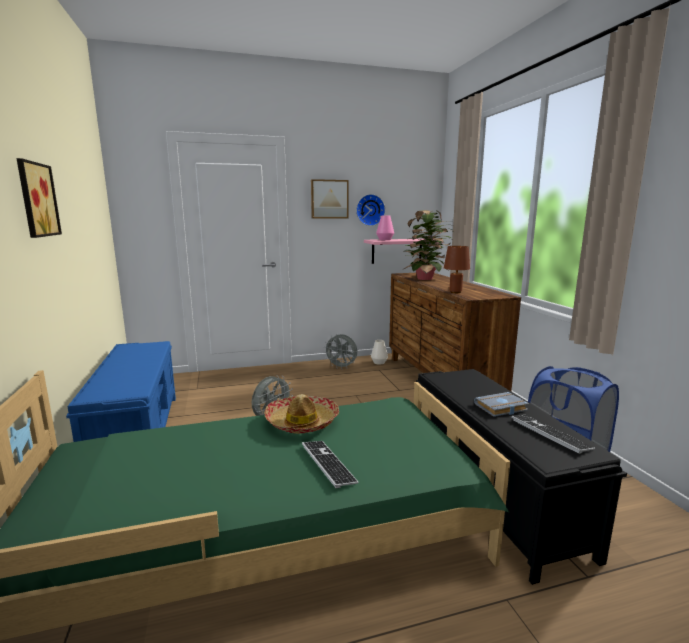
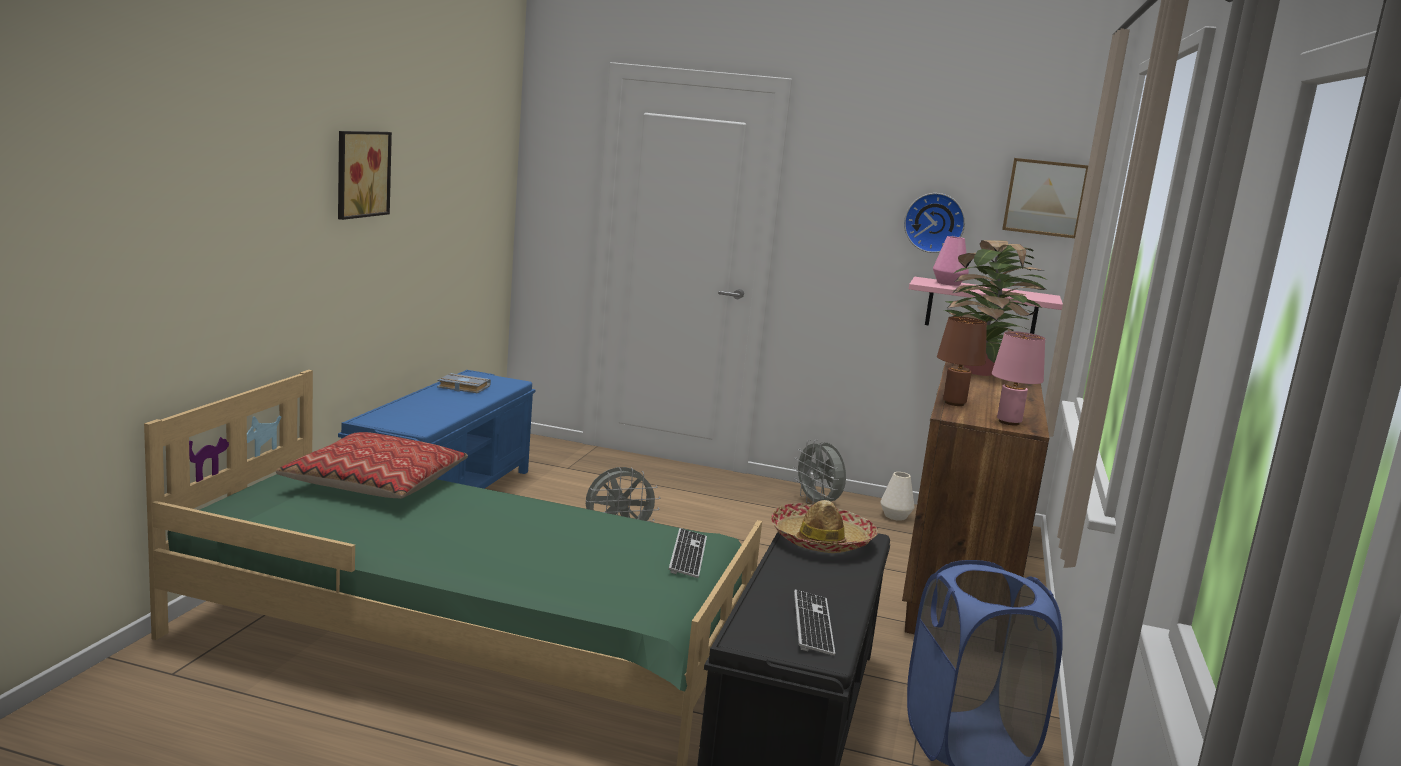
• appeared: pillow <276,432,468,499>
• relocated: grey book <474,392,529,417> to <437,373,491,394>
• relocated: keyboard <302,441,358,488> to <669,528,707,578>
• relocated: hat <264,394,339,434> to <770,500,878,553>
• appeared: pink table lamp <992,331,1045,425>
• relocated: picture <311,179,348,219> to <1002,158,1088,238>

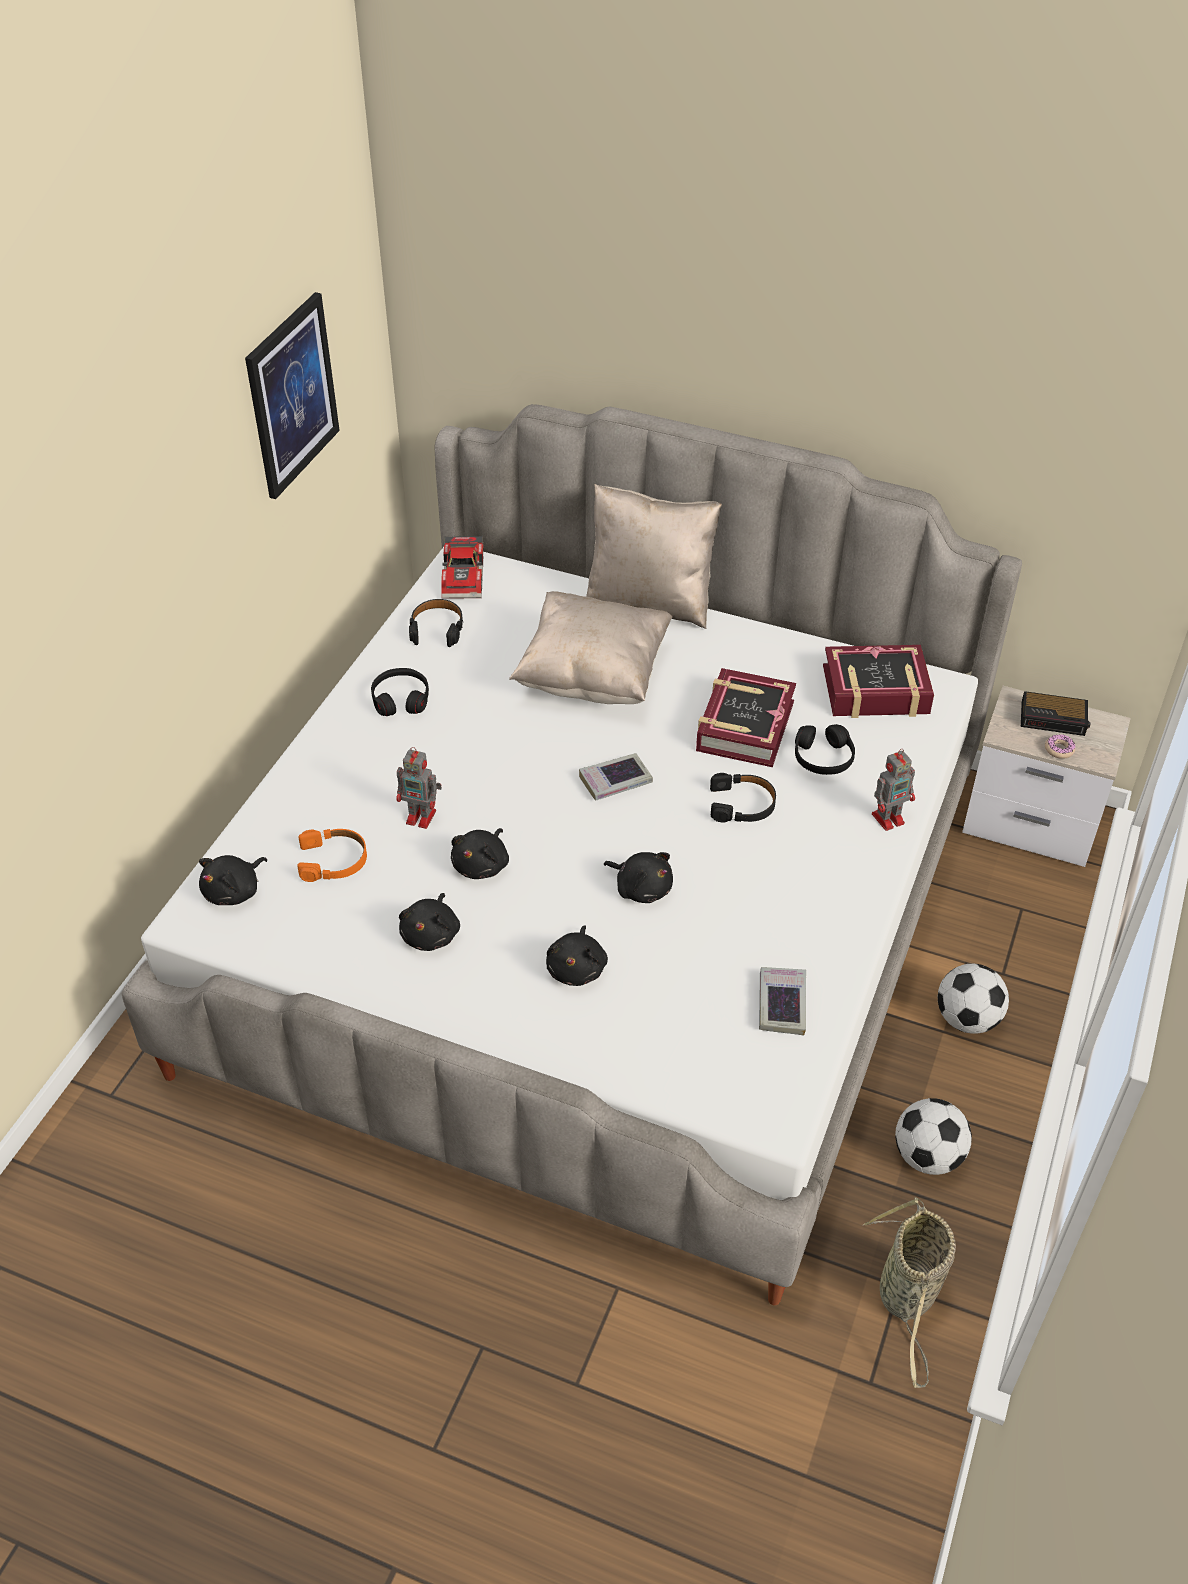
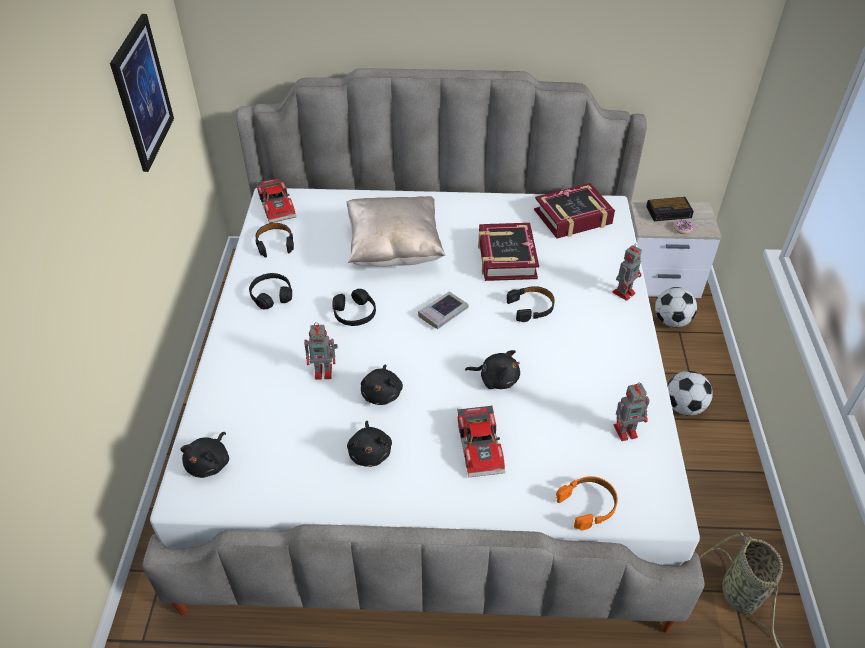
• relocated: black headphones <795,724,855,775> to <332,289,376,326>
• exchanged: black plush toy <546,925,608,986> to toy car <457,406,505,477>
• relocated: orange headphones <297,829,367,882> to <556,476,618,530>
• exchanged: book <759,967,806,1035> to toy robot <614,382,650,441>
• relocated: football <895,1098,972,1175> to <655,287,697,327>
• missing: beige pillow <586,484,722,629>

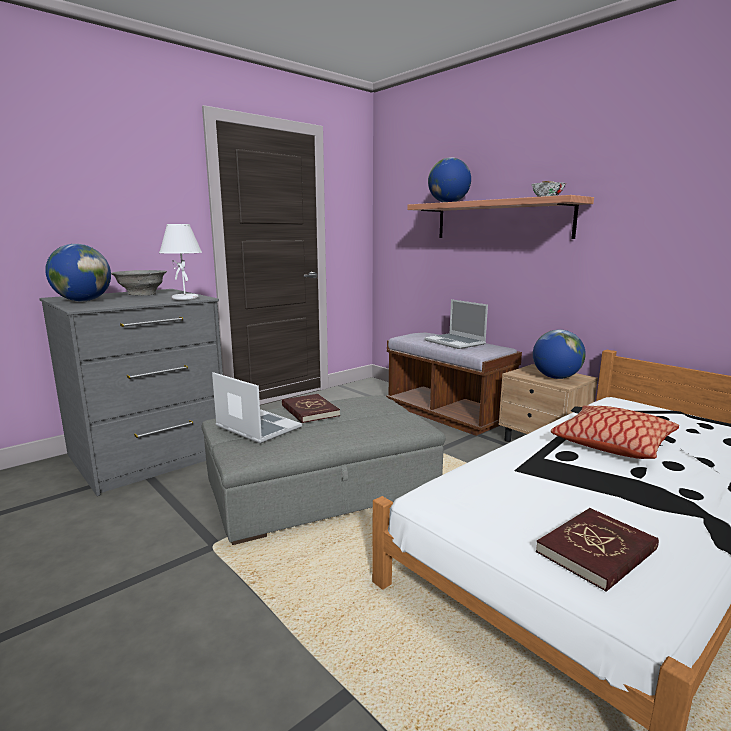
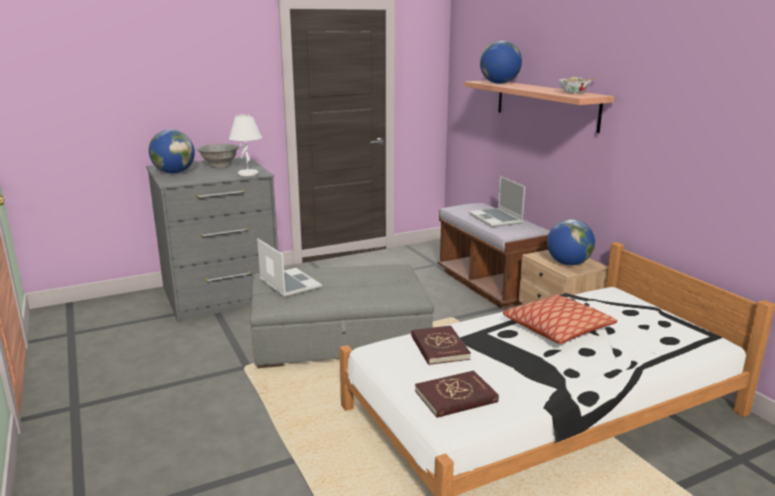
• relocated: red book <282,394,340,423> to <411,326,471,365>

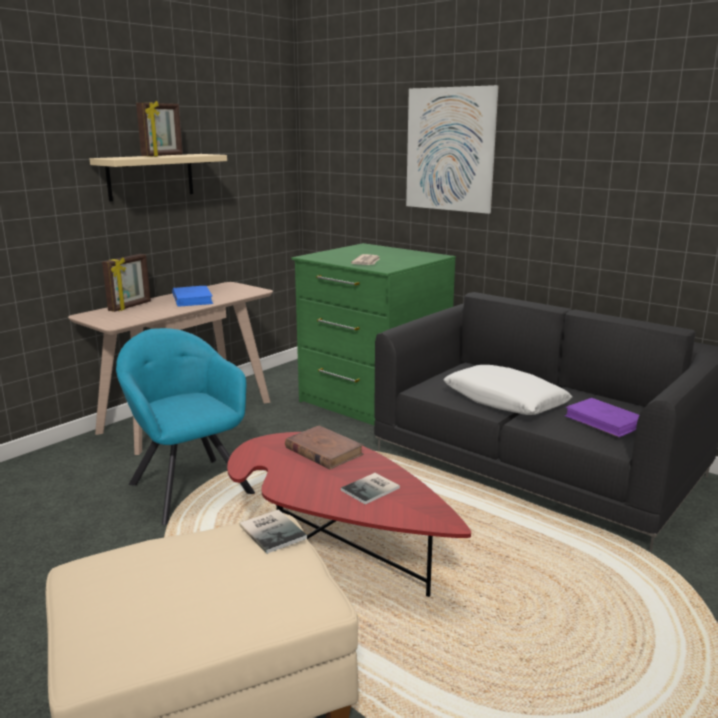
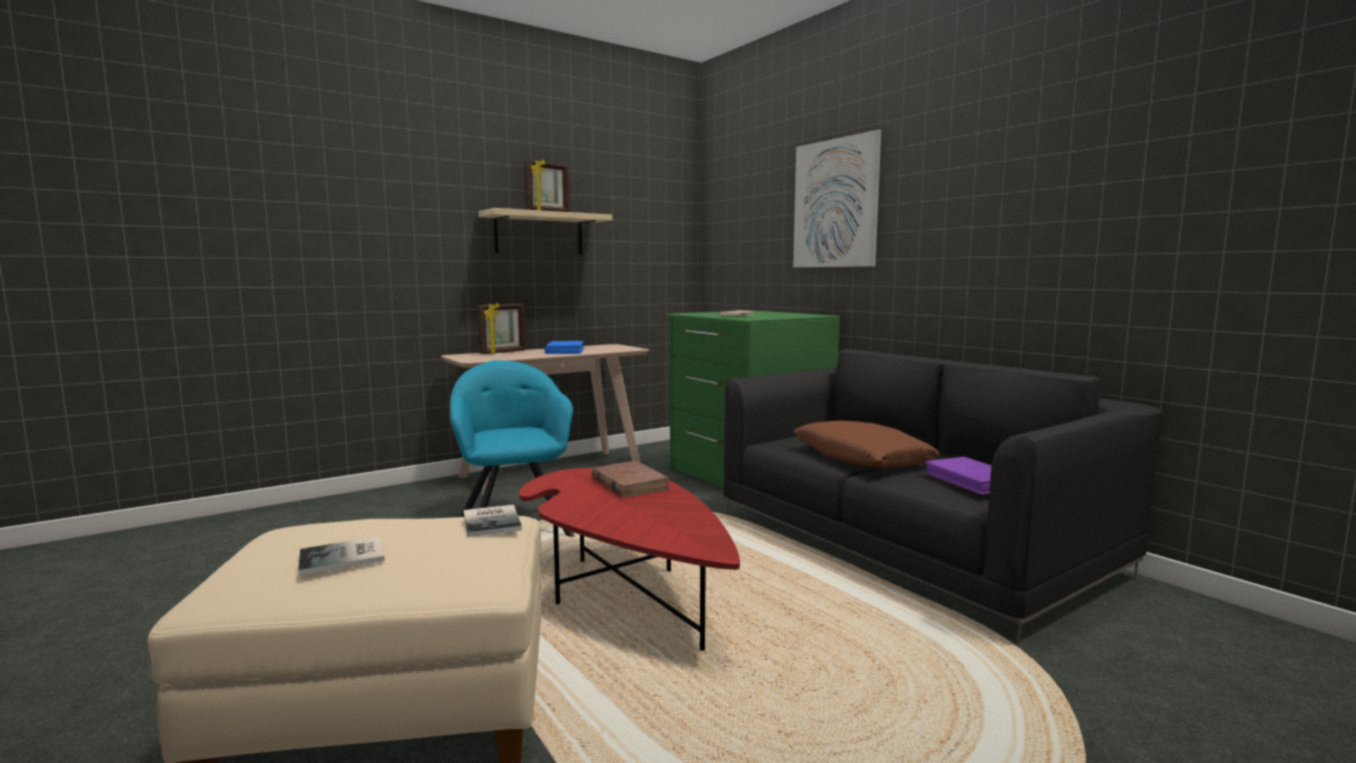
• relocated: book <341,473,400,505> to <298,536,385,576>
• colour: white pillow <444,365,572,415> to brown pillow <794,421,940,468>

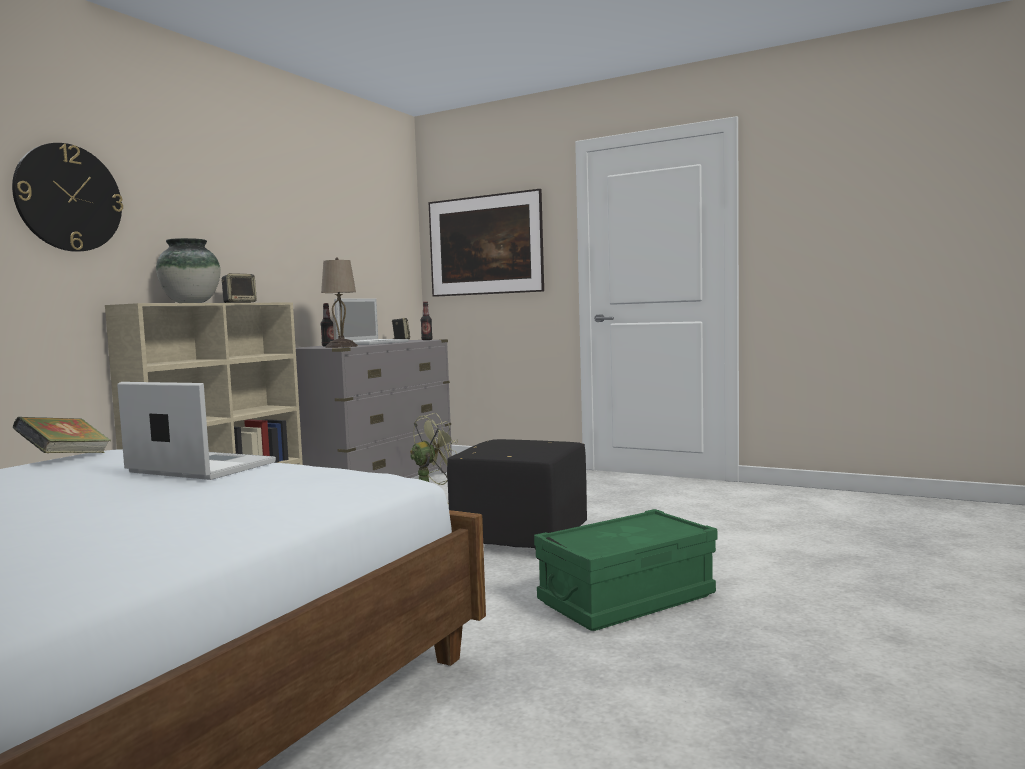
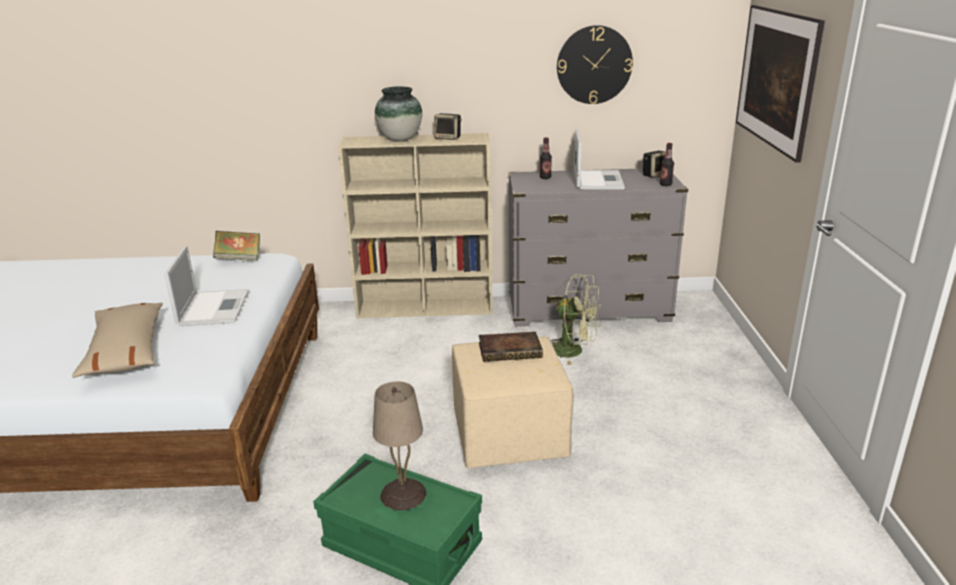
• appeared: beige pillow <72,303,163,378>
• relocated: beige table lamp <321,257,358,348> to <373,381,426,510>
• colour: black ottoman <447,439,587,550> to beige ottoman <452,337,574,469>
• appeared: book <479,332,543,362>
• relocated: wall clock <12,143,123,252> to <557,25,633,104>
• spun: laptop <334,298,409,345> = <574,129,625,190> 90 degrees counterclockwise

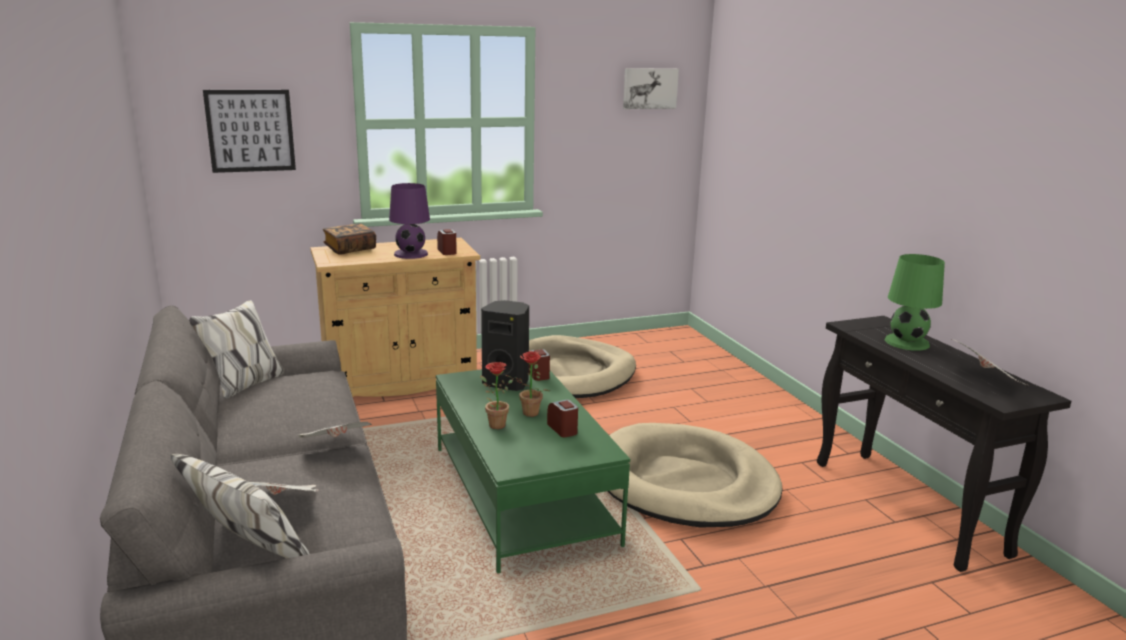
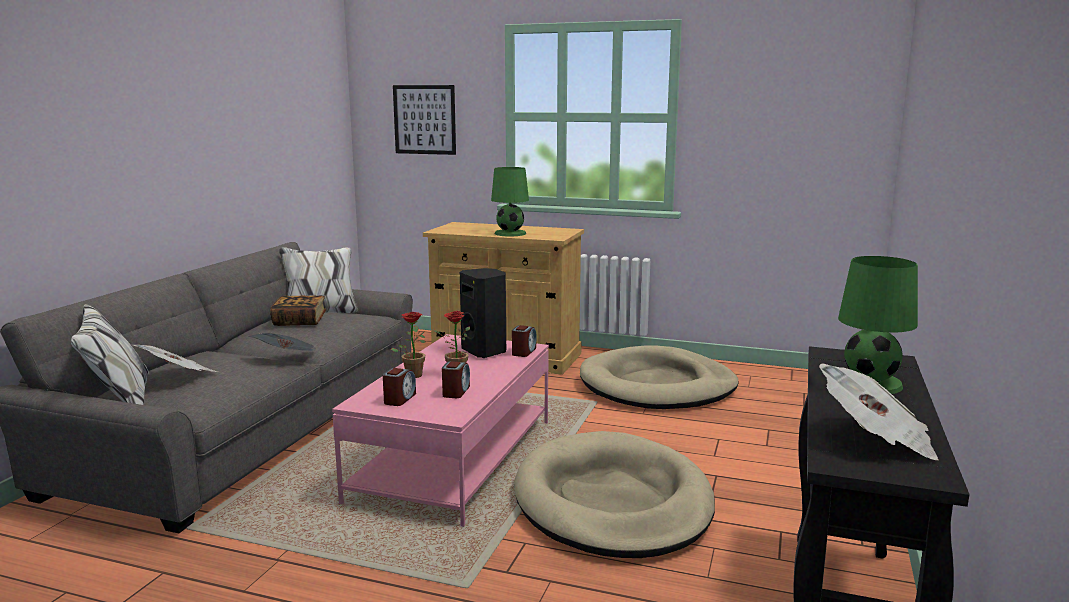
• relocated: book <323,223,376,255> to <270,296,326,326>
• colour: green coffee table <436,369,630,574> to pink coffee table <332,334,549,527>
• relocated: alarm clock <437,229,457,255> to <383,368,416,406>
• colour: purple table lamp <389,183,430,259> to green table lamp <491,167,529,236>
• missing: picture <623,68,679,109>

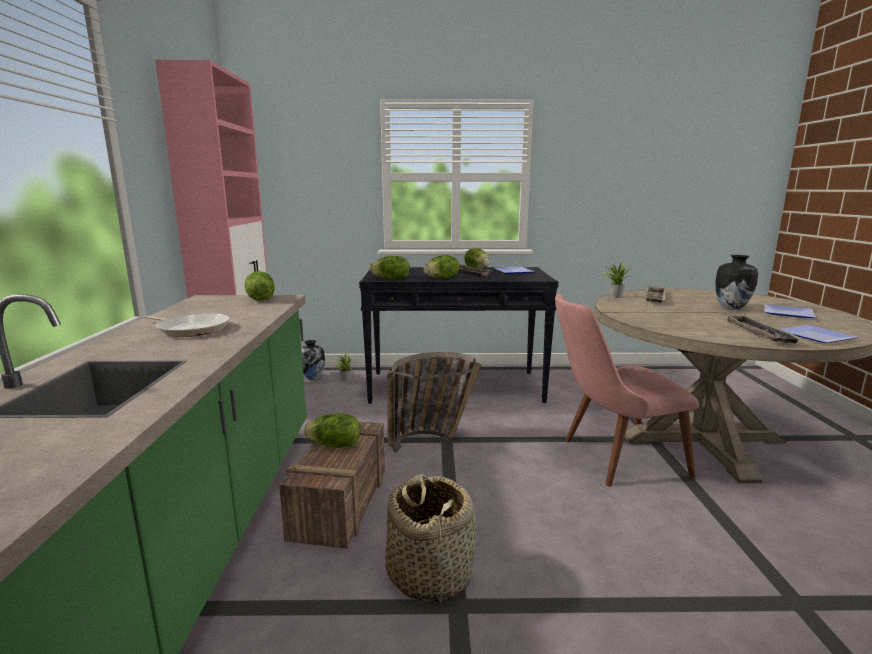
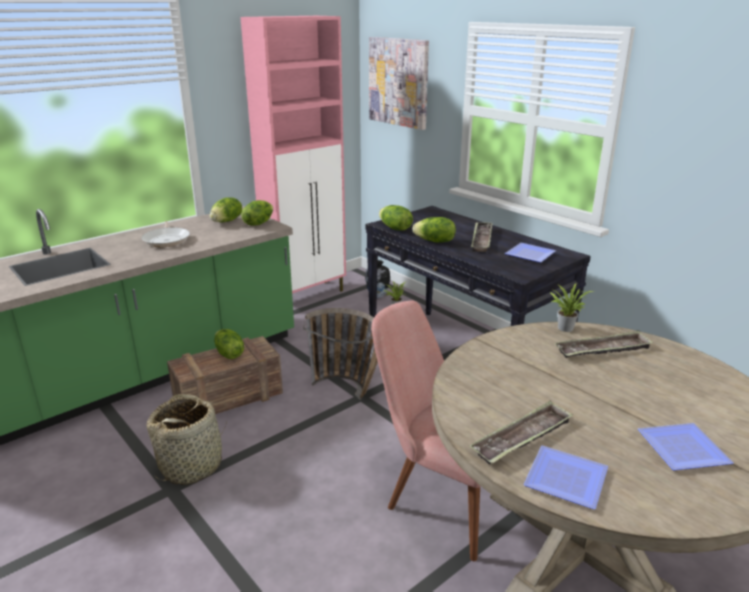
• relocated: lettuce <464,248,489,269> to <210,197,242,222>
• appeared: picture <369,37,429,130>
• missing: vase <715,255,758,310>

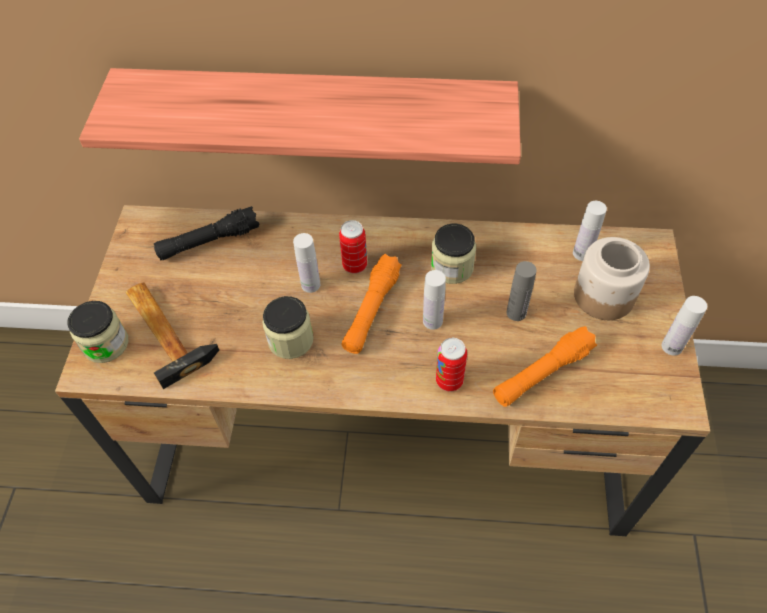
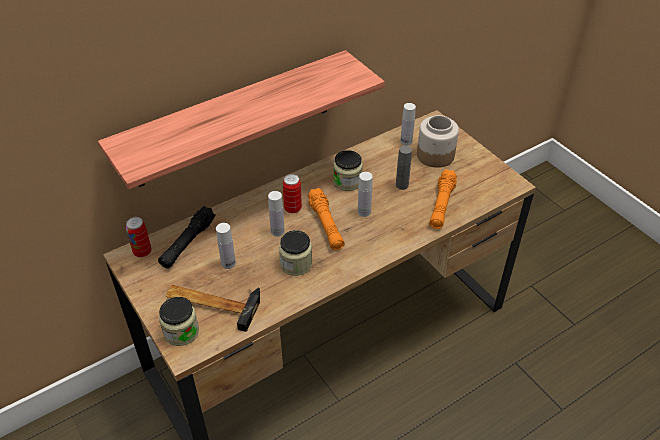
• relocated: can <436,338,467,391> to <126,217,152,257>
• relocated: white bottle <662,296,707,356> to <216,223,236,269>

